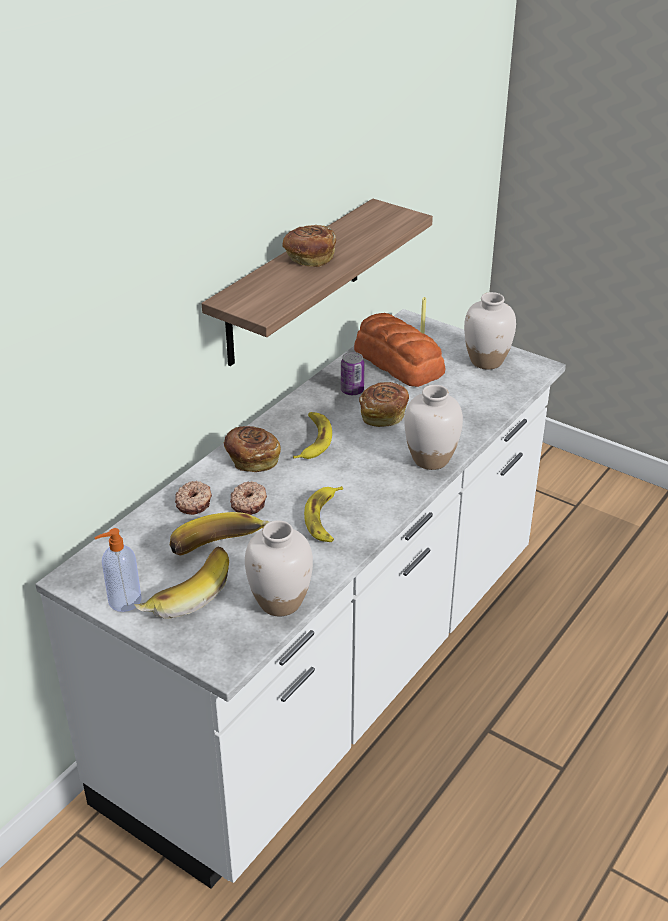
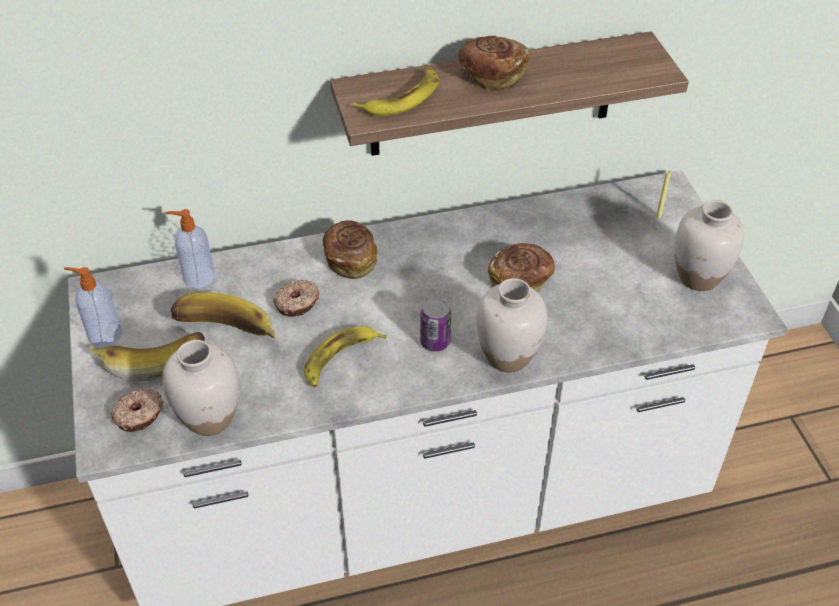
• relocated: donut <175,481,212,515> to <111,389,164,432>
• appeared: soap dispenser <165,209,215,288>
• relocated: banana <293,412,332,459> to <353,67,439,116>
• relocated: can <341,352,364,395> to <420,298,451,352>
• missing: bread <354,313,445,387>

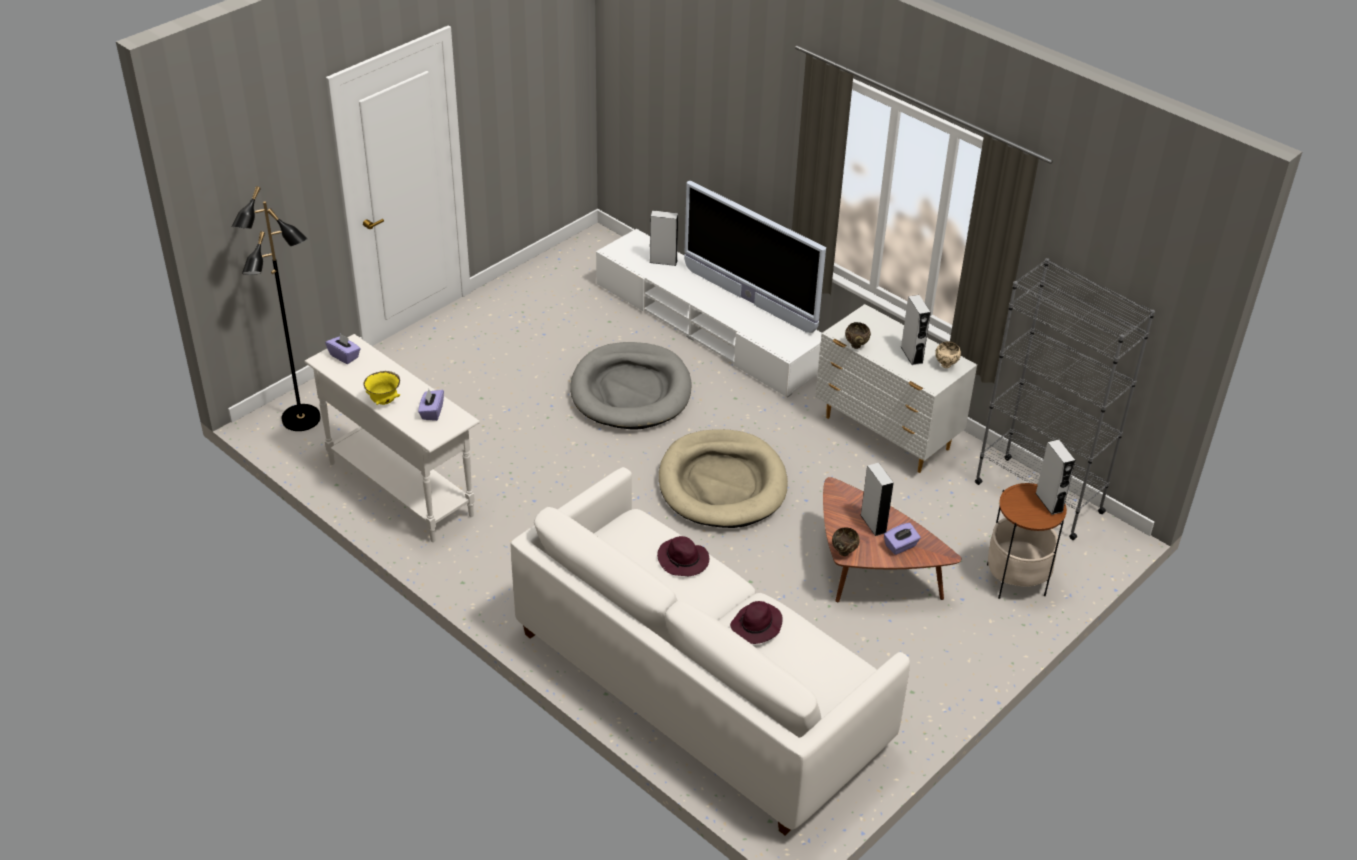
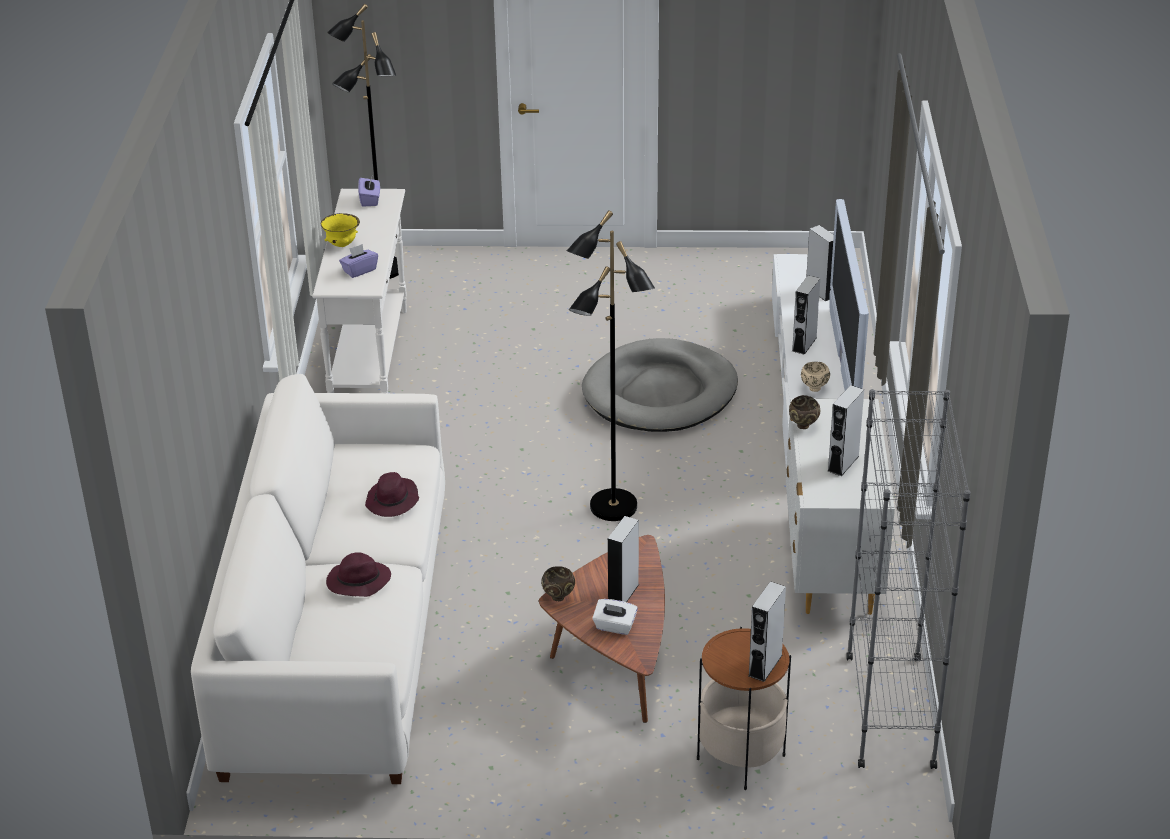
• exchanged: beige dog bed <659,429,788,528> to black floor lamp <567,210,655,521>
• colour: purple tissue box <884,523,921,555> to white tissue box <592,599,638,635>
• appeared: grey speaker <792,275,820,355>
• relocated: beige bowl <935,341,961,368> to <801,362,830,392>

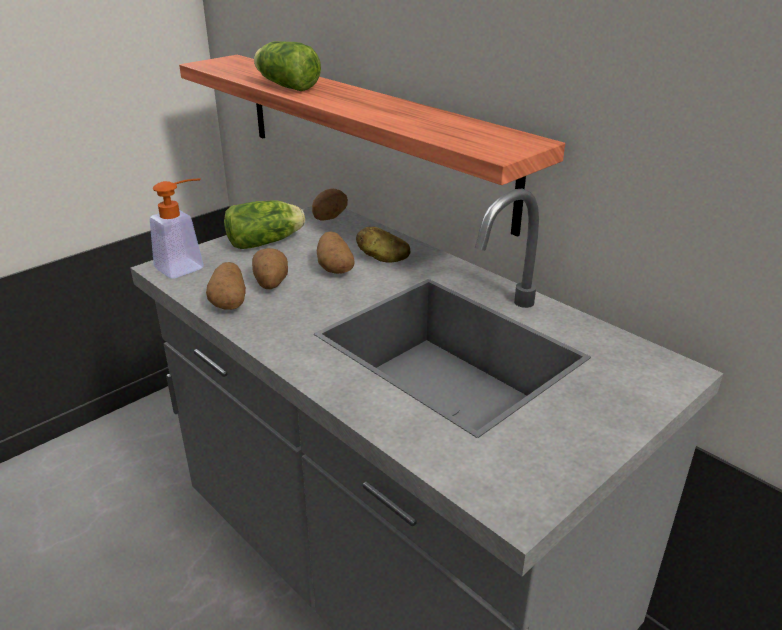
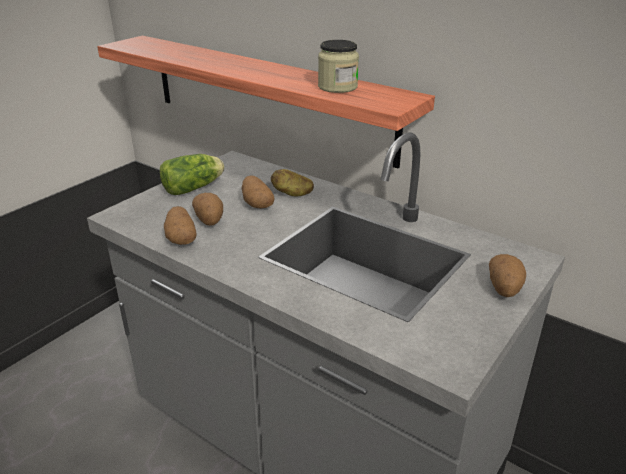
• appeared: jar <318,40,359,93>
• relocated: potato <312,189,348,221> to <489,254,526,297>
• missing: soap dispenser <150,178,204,279>
• missing: lettuce <254,41,321,91>

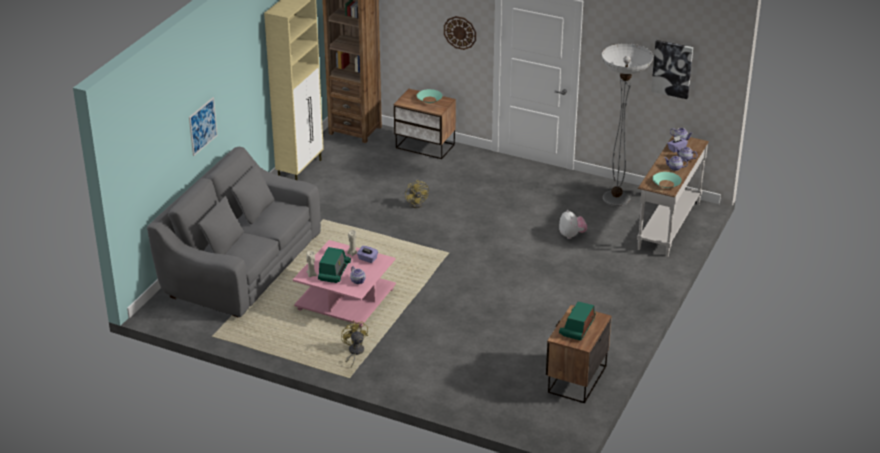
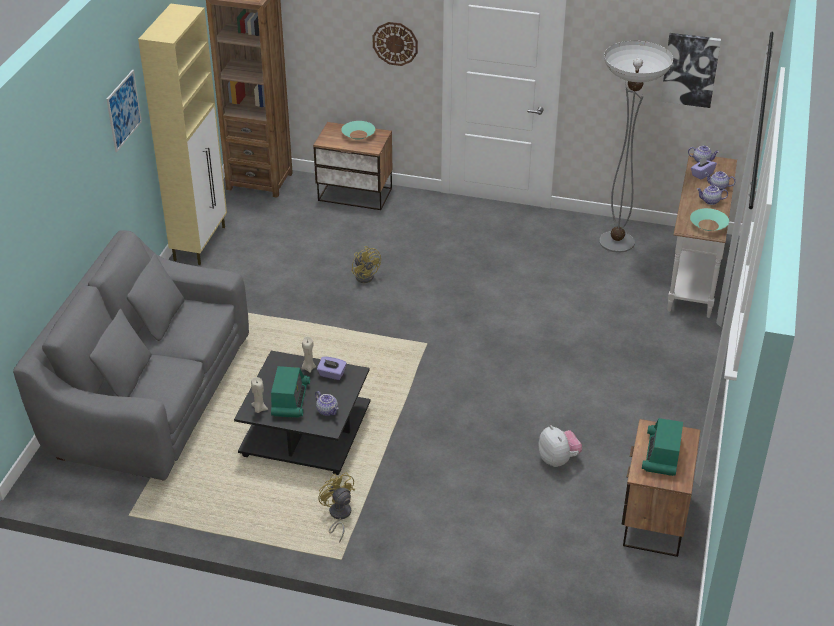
• relocated: picture <189,97,218,156> to <107,70,142,152>
• colour: pink coffee table <293,240,396,328> to black coffee table <234,351,370,475>
• relocated: plush toy <559,210,587,239> to <538,425,582,467>

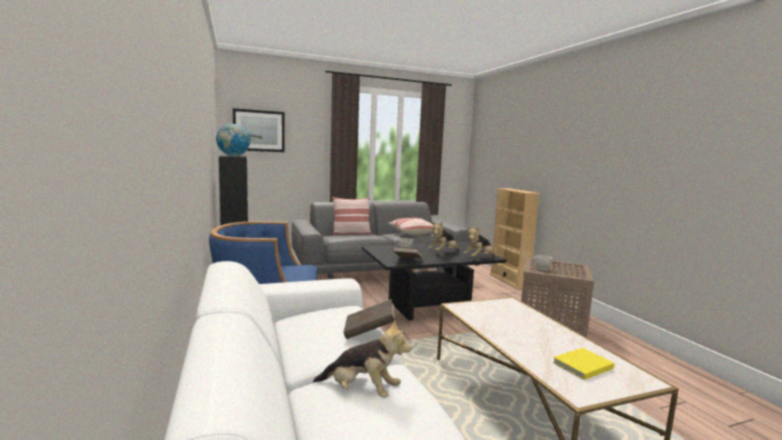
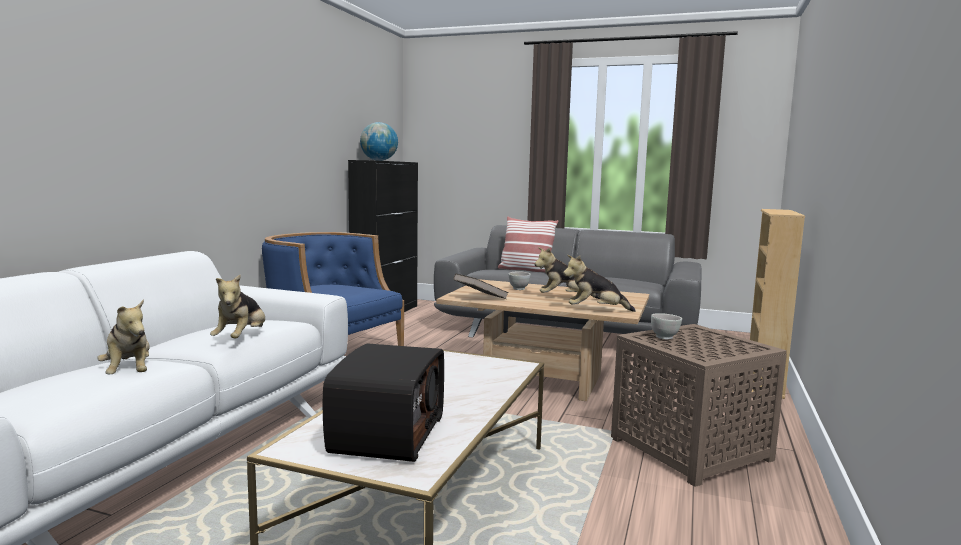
• exchanged: brown book <343,299,395,339> to plush toy <210,275,265,338>
• exchanged: yellow book <553,348,615,380> to radio <323,344,444,462>
• colour: black coffee table <362,242,506,320> to beige coffee table <436,279,649,401>
• missing: picture <233,108,285,152>
• missing: pillow <388,218,433,235>

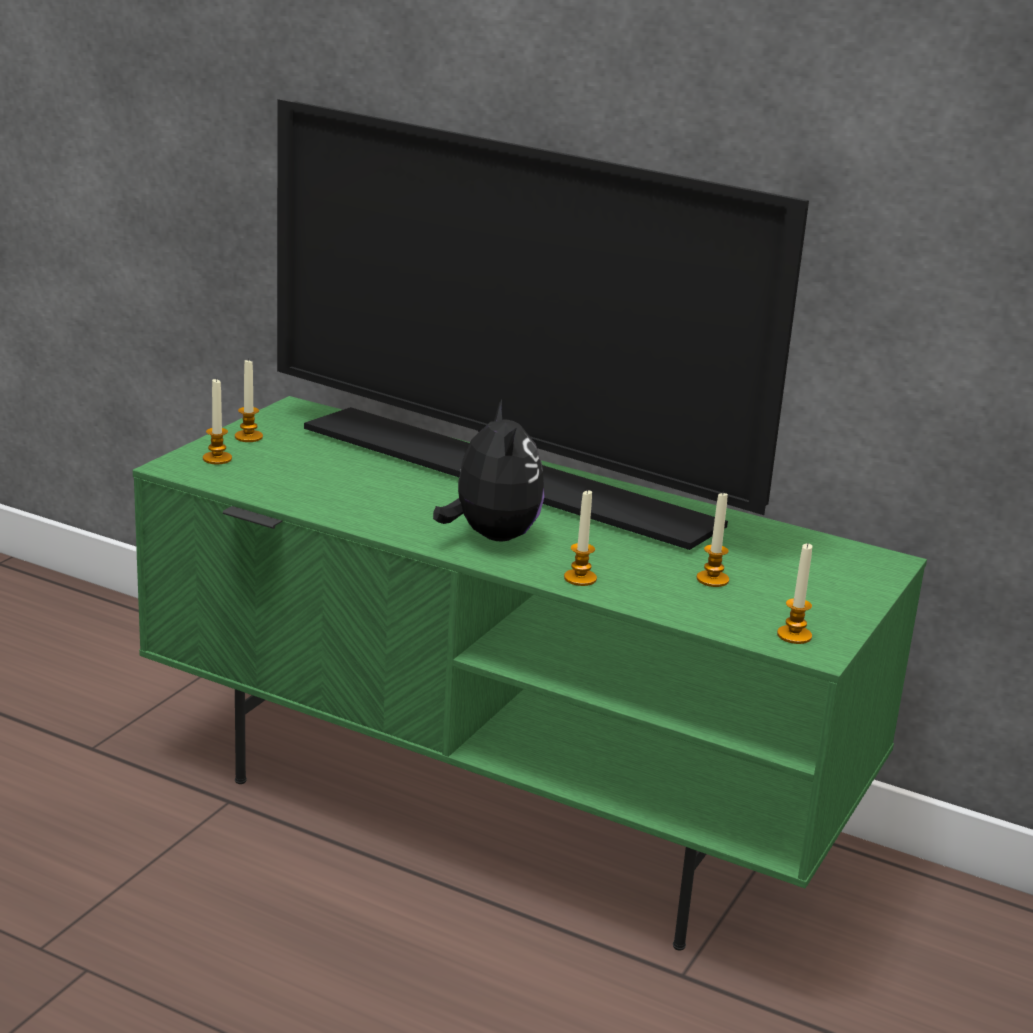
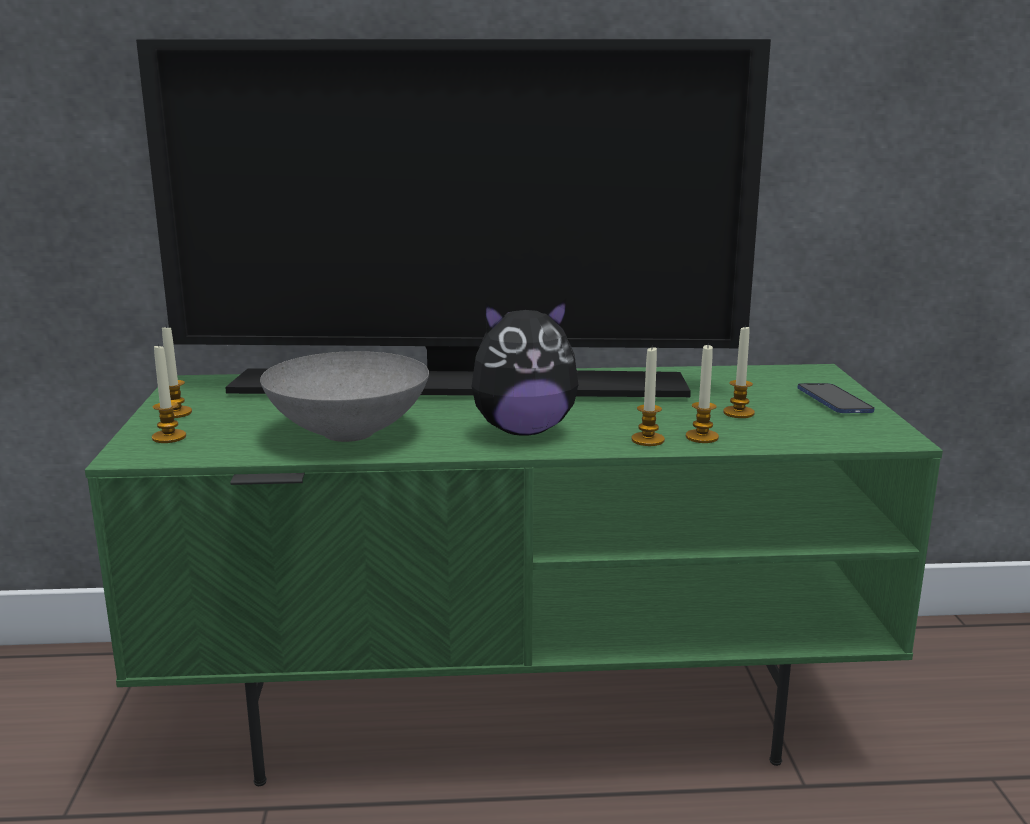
• appeared: grey bowl <260,351,429,442>
• spun: plush toy <433,400,544,542> = <471,299,578,436> 120 degrees clockwise
• relocated: candle <777,544,812,644> to <686,345,719,443>
• appeared: phone <797,383,875,413>

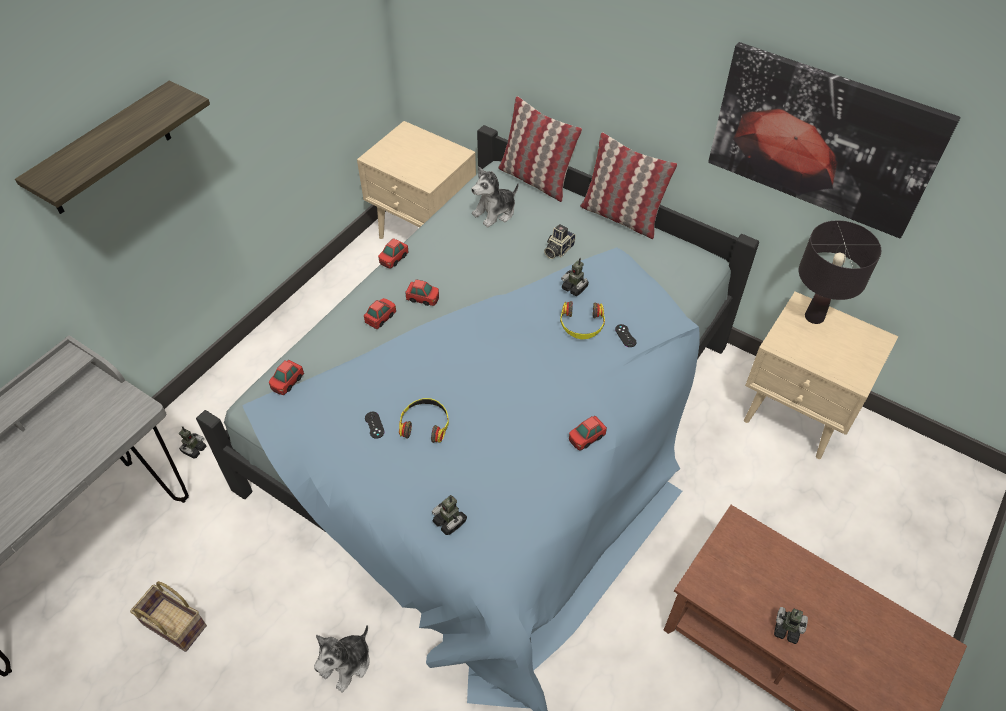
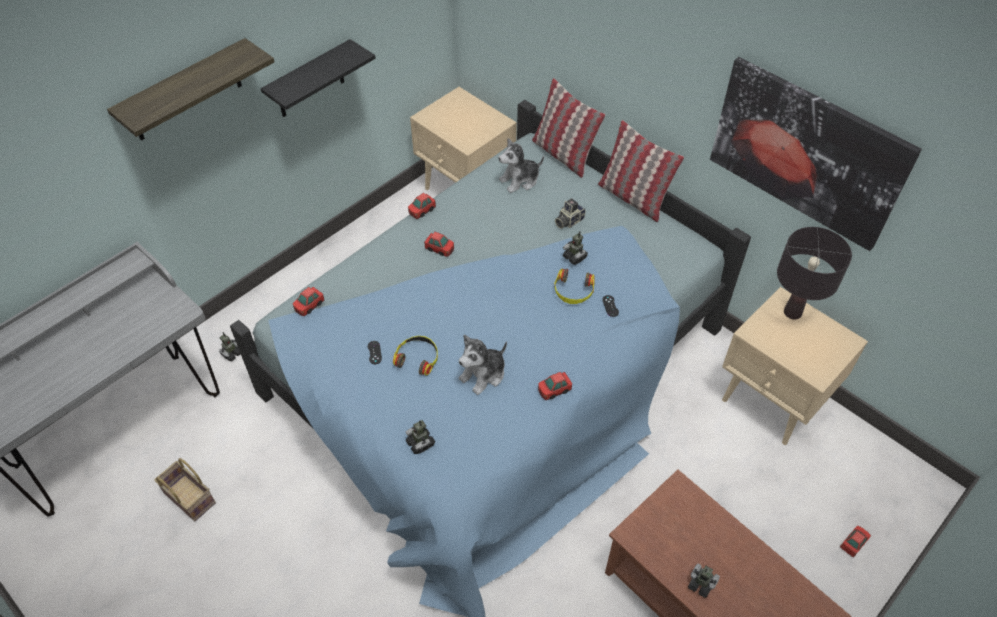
• appeared: black shelf <261,39,376,117>
• relocated: plush toy <314,625,370,692> to <459,335,507,395>
• relocated: toy car <364,298,396,329> to <840,526,871,557>

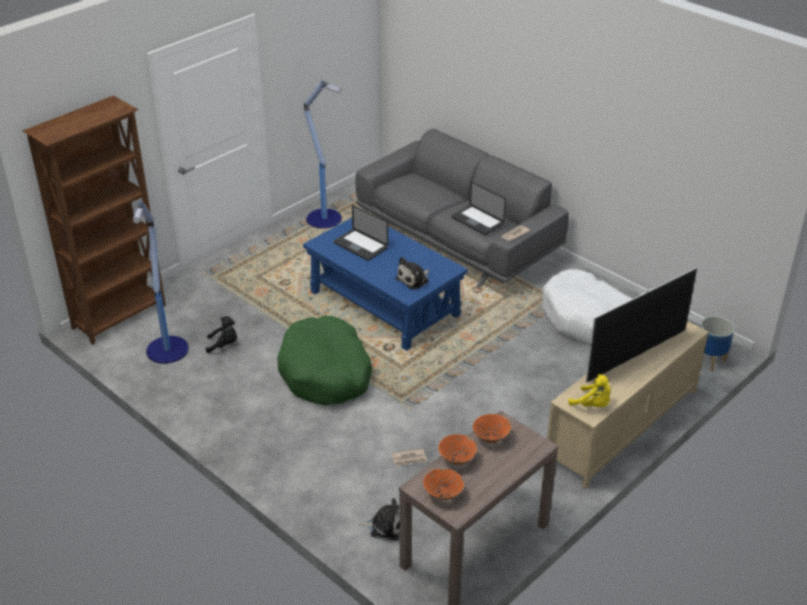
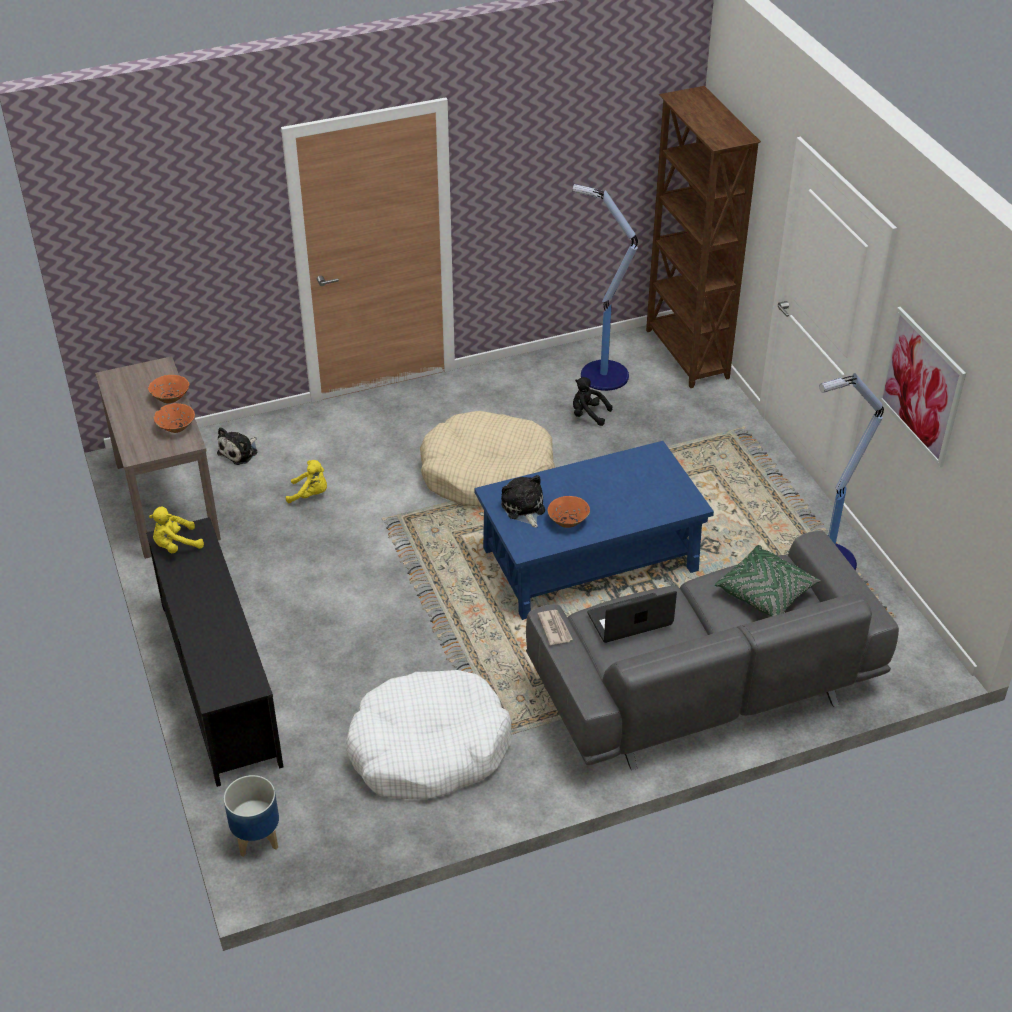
• colour: beige tv stand <547,321,709,489> to black tv stand <146,517,283,787>
• exchanged: newspaper <391,448,427,466> to yellow plush toy <286,460,327,503>
• colour: green dog bed <277,316,372,405> to beige dog bed <420,411,555,507>
• relocated: orange bowl <423,468,464,500> to <548,496,590,528>
• spun: black plush toy <206,316,237,353> = <573,377,613,426> 90 degrees clockwise
• appeared: green pillow <715,545,821,617>
• appeared: picture <878,307,966,467>
• missing: laptop <333,205,388,261>
• missing: television <586,268,697,382>

